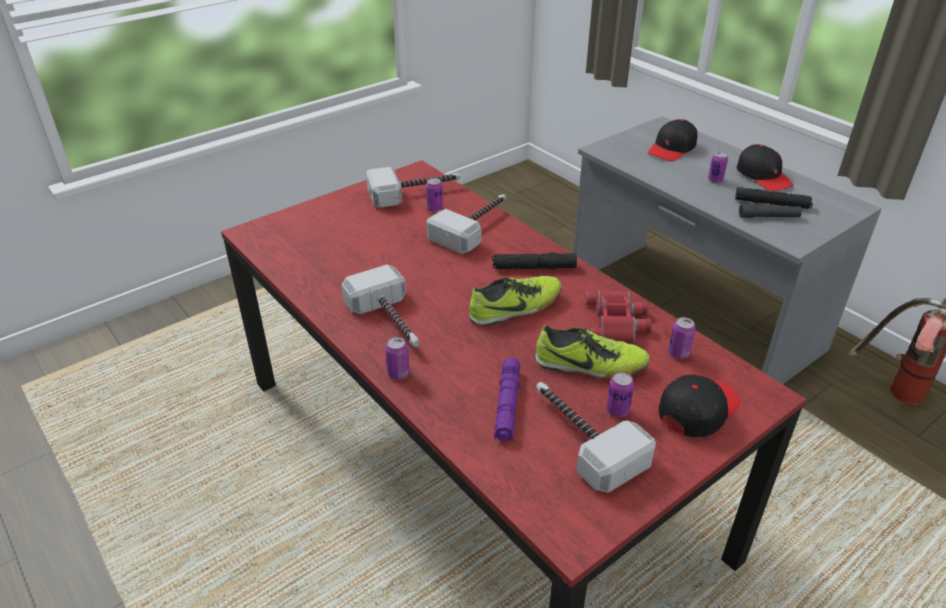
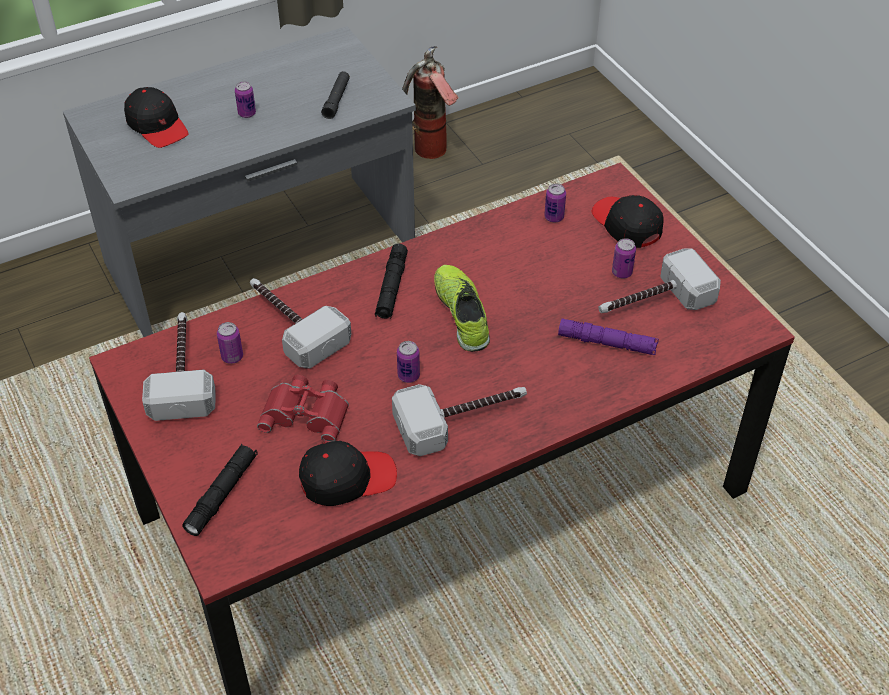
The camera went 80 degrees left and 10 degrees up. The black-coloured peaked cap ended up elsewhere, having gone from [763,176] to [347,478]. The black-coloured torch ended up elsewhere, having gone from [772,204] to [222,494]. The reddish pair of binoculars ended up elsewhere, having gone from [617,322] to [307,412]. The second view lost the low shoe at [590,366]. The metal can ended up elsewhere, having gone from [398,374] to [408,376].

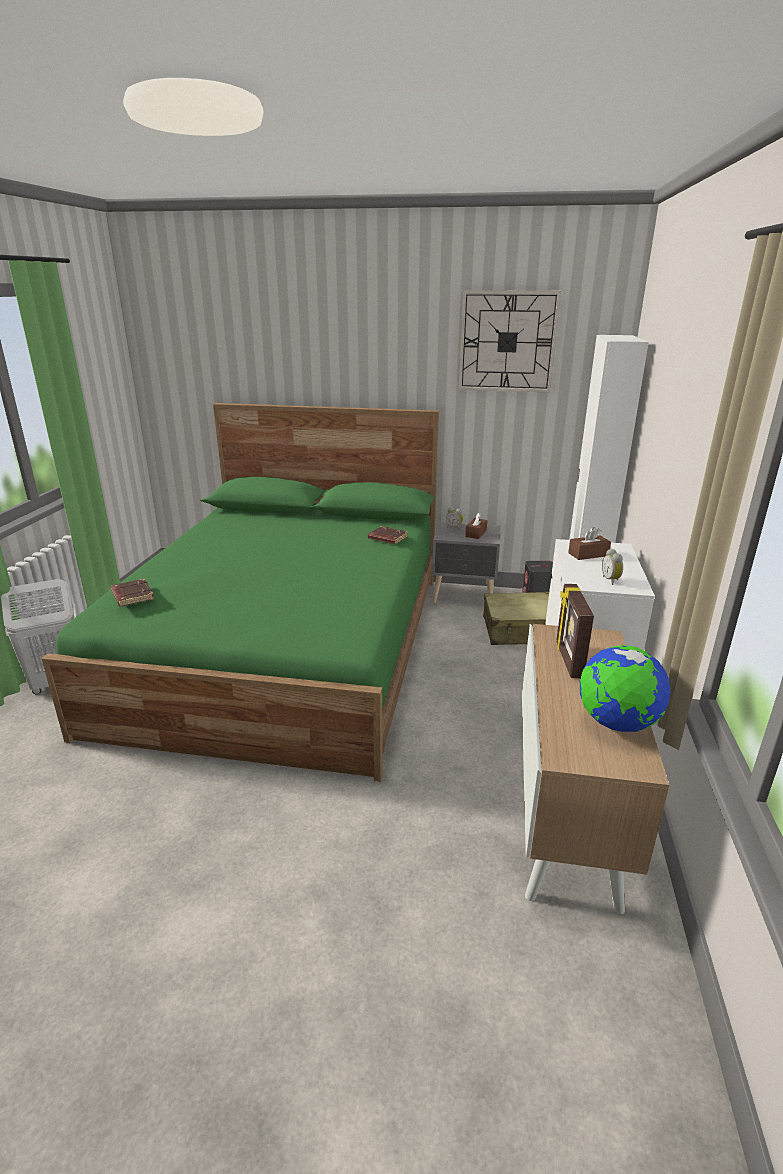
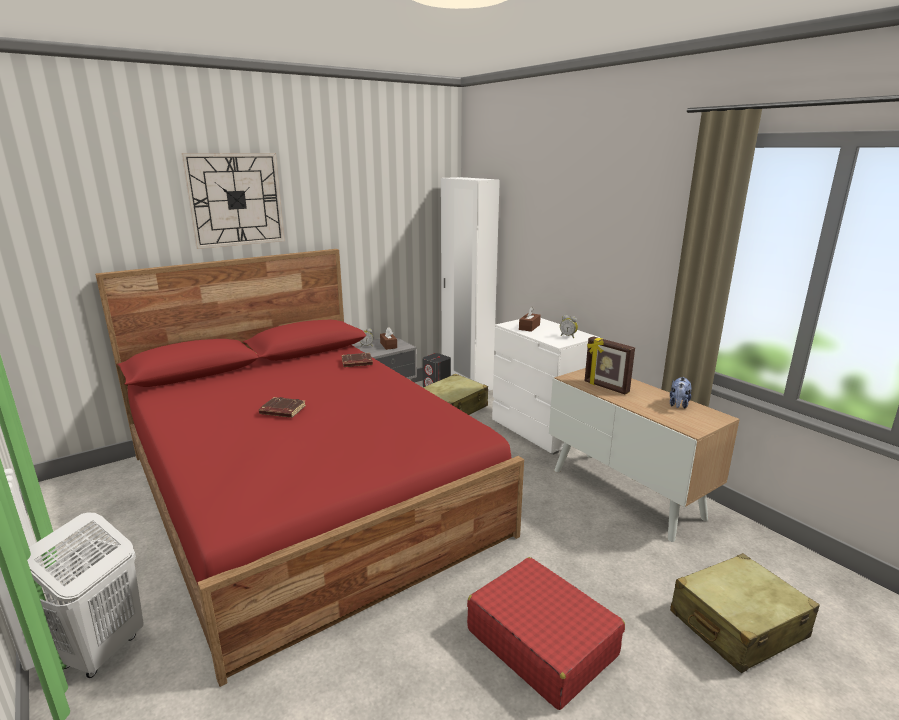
The camera went 45 degrees left and 5 degrees down. The hanging clock ended up elsewhere, having gone from [507,342] to [236,200]. What was the greenish bed at [289,645] turned into the reddish bed at [307,491]. The brown-coloured book ended up elsewhere, having gone from [132,596] to [282,411]. Where the globe stood at [616,723], the plush toy came to stand at [678,405]. The second view gained the beige travel case at [737,625]. The second view gained the reddish travel case at [541,642].

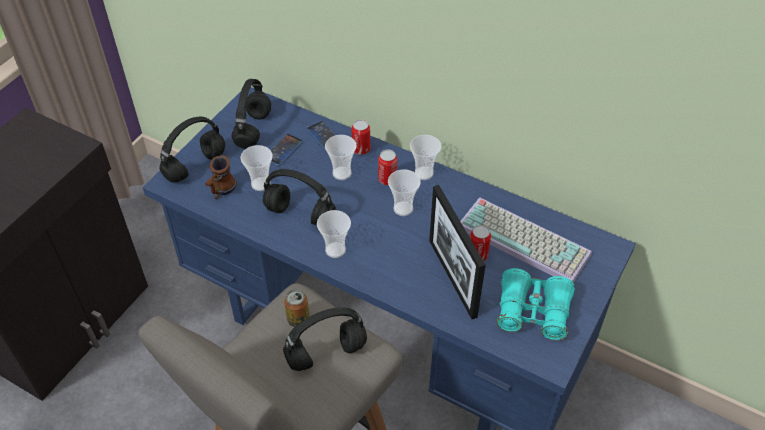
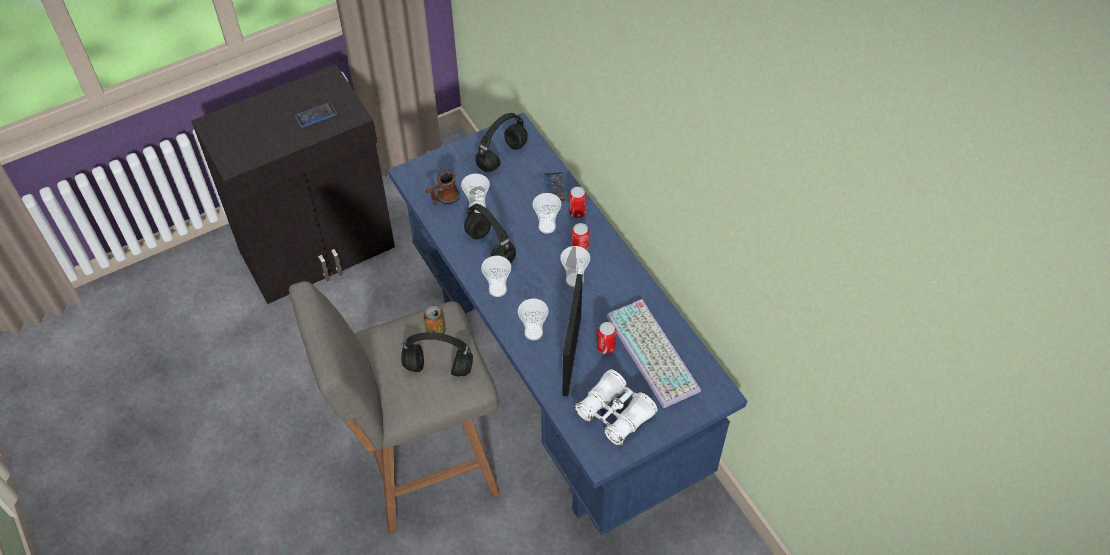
The camera went 30 degrees right and 5 degrees up. The second view lost the black-coloured headphones at [194,167]. The phone ended up elsewhere, having gone from [283,150] to [316,115]. The small cup ended up elsewhere, having gone from [424,173] to [533,332]. What was the turquoise pair of binoculars at [533,312] turned into the whitish pair of binoculars at [615,413].

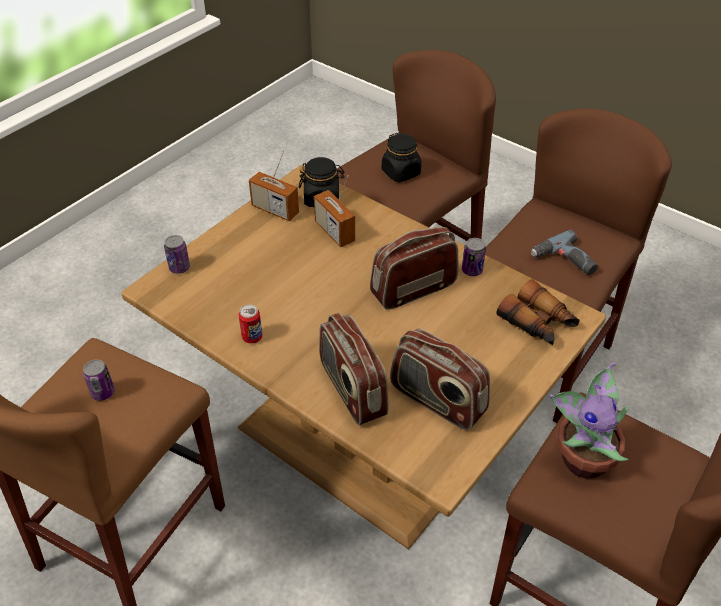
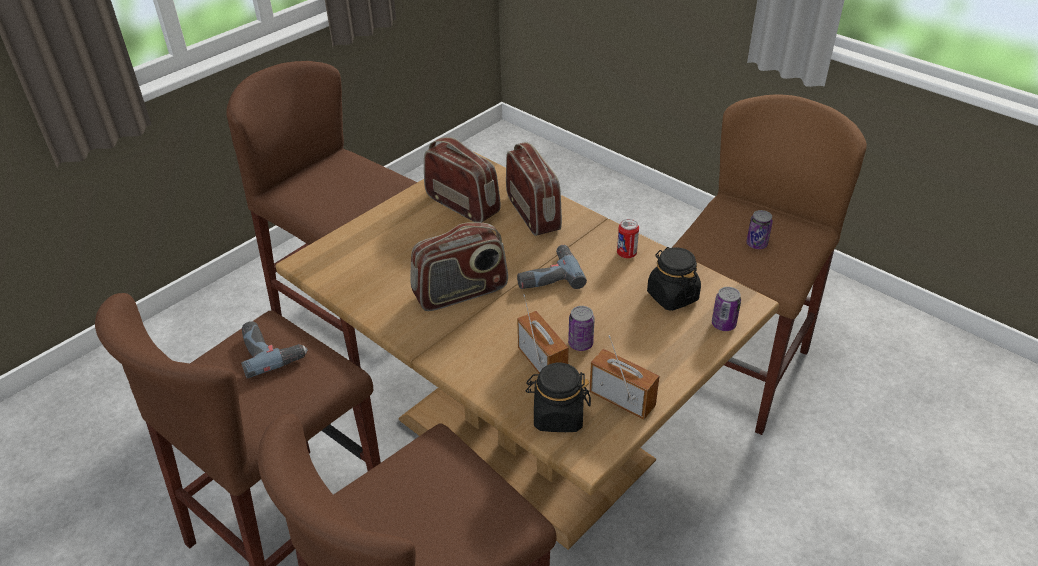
The camera went 175 degrees left and 5 degrees down. The black-coloured storage jar ended up elsewhere, having gone from [401,173] to [672,296]. The metal can ended up elsewhere, having gone from [472,270] to [580,344]. The second view lost the pair of binoculars at [538,323]. The second view lost the houseplant at [582,457]. The second view gained the drill at [547,275].

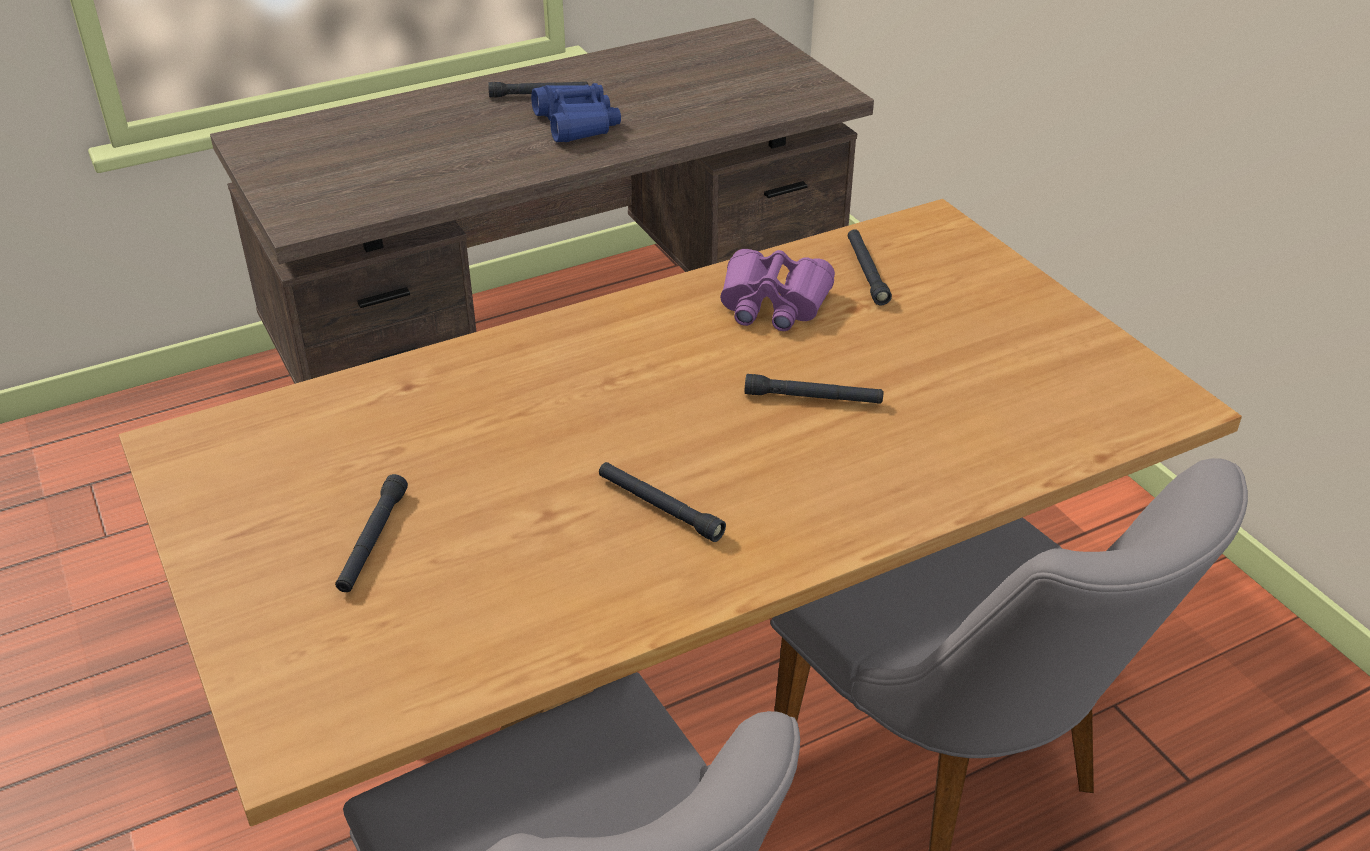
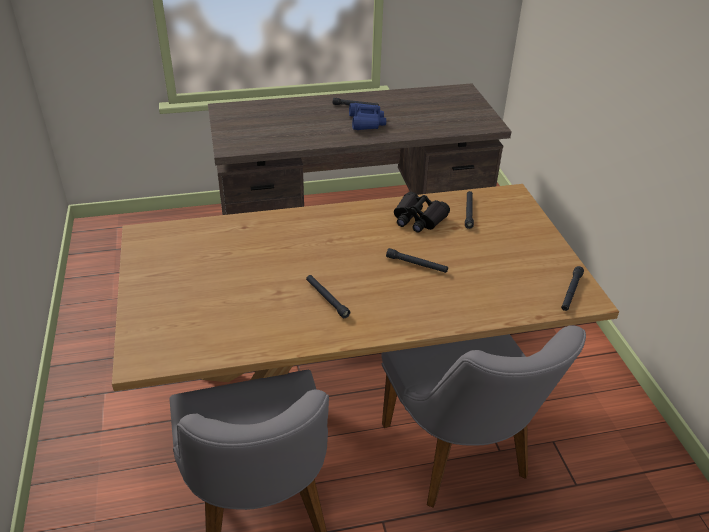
The camera went 15 degrees right and 0 degrees up. What was the purple pair of binoculars at [773,304] turned into the black-coloured pair of binoculars at [418,219]. The black-coloured torch ended up elsewhere, having gone from [372,541] to [571,292].

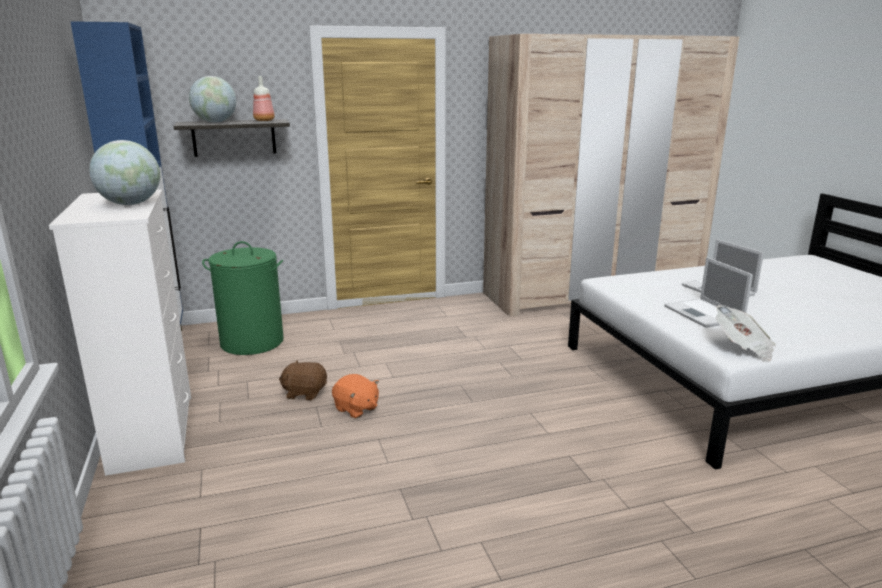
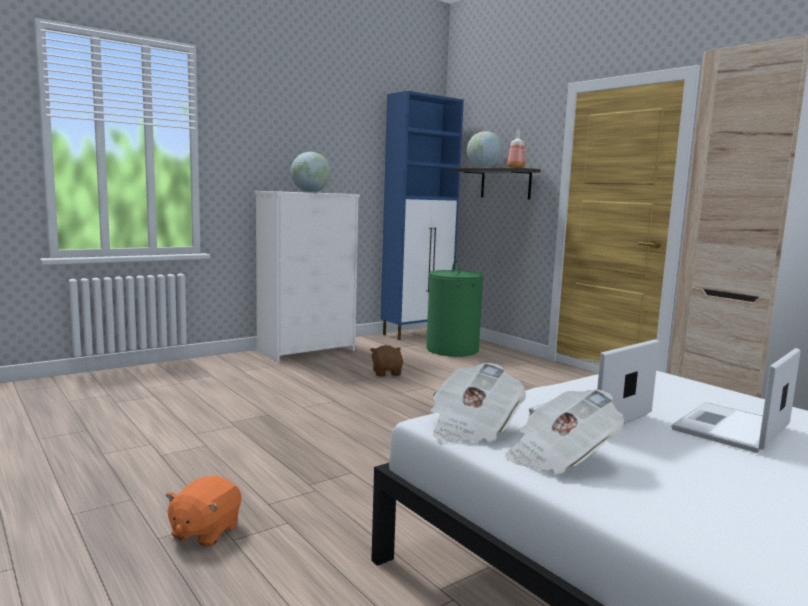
The camera went 70 degrees right and 10 degrees down. The orange plush toy ended up elsewhere, having gone from [356,409] to [204,532]. The second view gained the daily paper at [559,457].

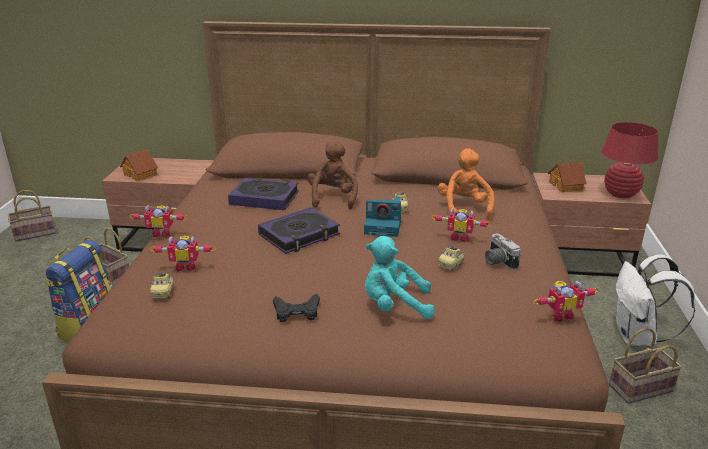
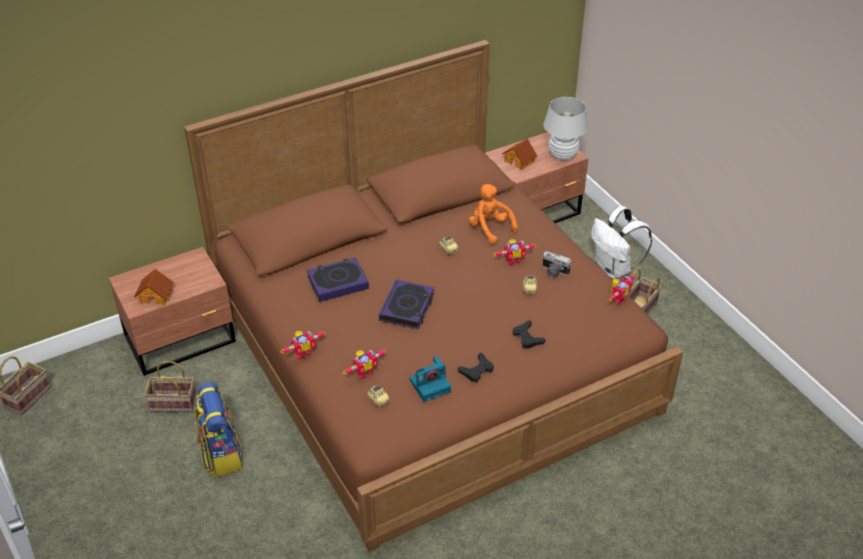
The camera went 35 degrees left and 15 degrees up. What was the reddish table lamp at [620,194] turned into the whitish table lamp at [563,155]. The second view lost the brown-coloured plush toy at [333,198]. The still camera ended up elsewhere, having gone from [384,227] to [430,385]. Where the turquoise plush toy stood at [394,306], the black-coloured game controller came to stand at [527,337].

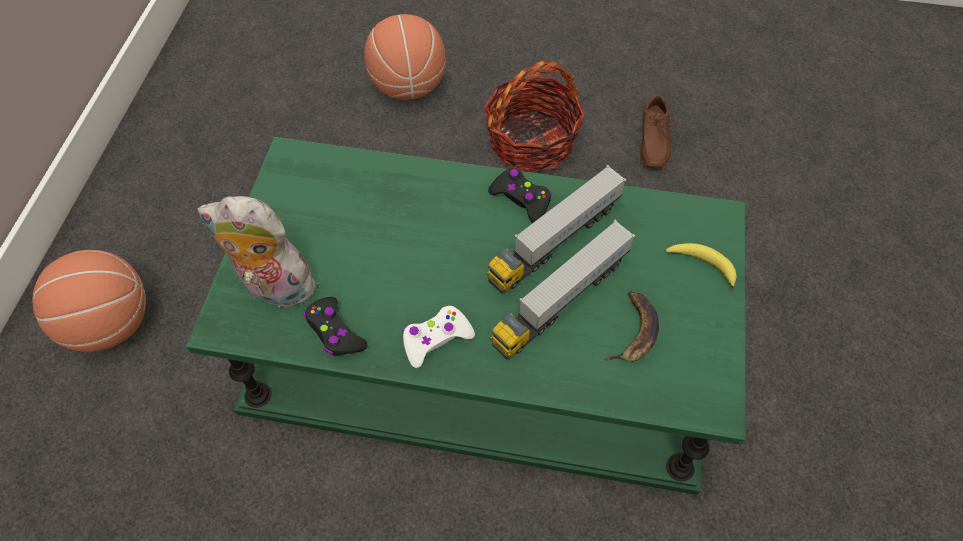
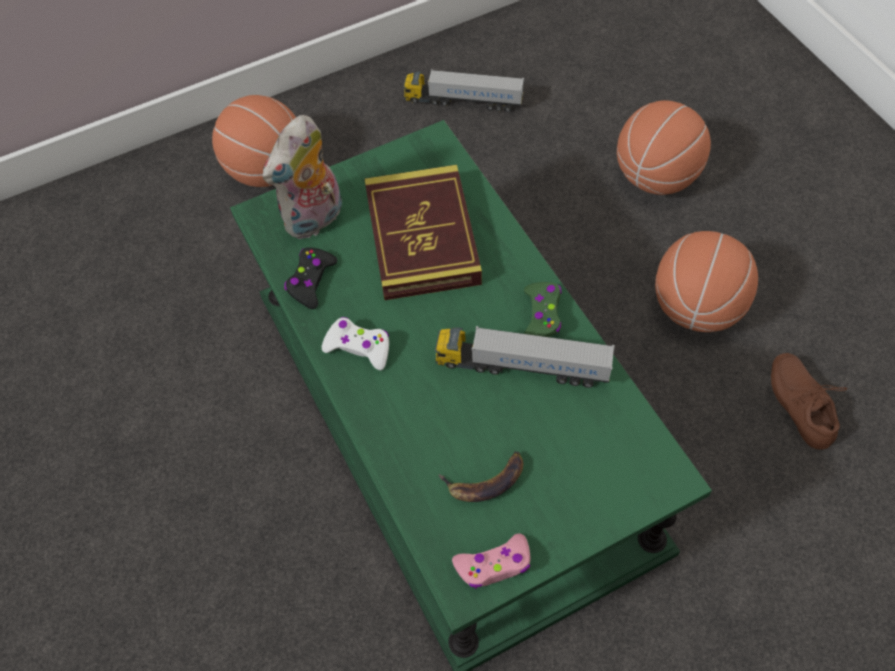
The camera went 55 degrees right and 0 degrees up. Where the basket stood at [531,141], the basketball came to stand at [697,308]. The brown-coloured low shoe at [650,141] ended up facing another way, 105 degrees clockwise from before. What was the black-coloured game controller at [521,199] turned into the greenish game controller at [542,315]. The plush toy at [274,289] ended up facing another way, 120 degrees counterclockwise from before. The toy lorry ended up elsewhere, having gone from [561,300] to [463,101]. The second view lost the whole banana at [702,265]. The second view gained the book at [422,237]. The second view gained the pinkish game controller at [494,565].

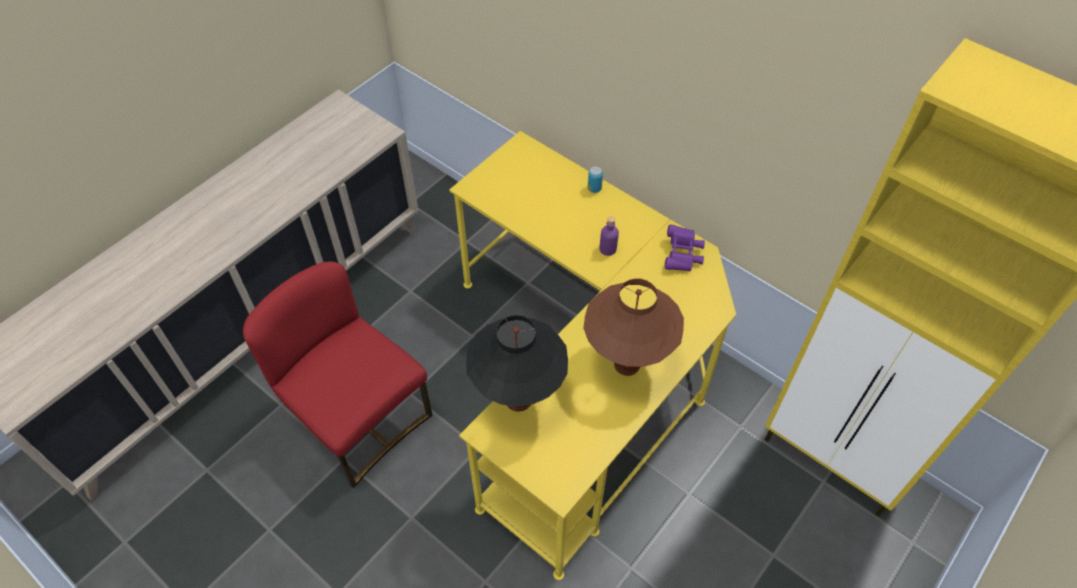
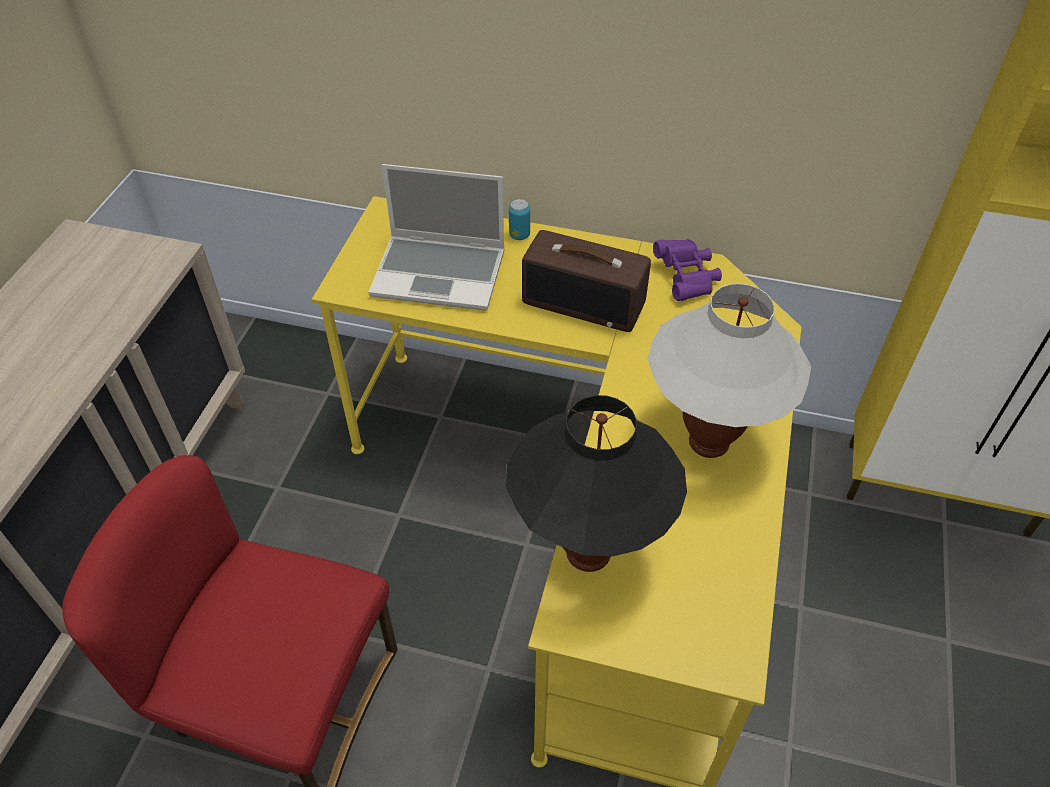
The camera went 25 degrees left and 5 degrees down. Where the purple bottle stood at [608,249], the radio set came to stand at [585,302]. What was the brown-coloured table lamp at [626,365] turned into the whitish table lamp at [708,444]. The second view gained the laptop at [441,273].

